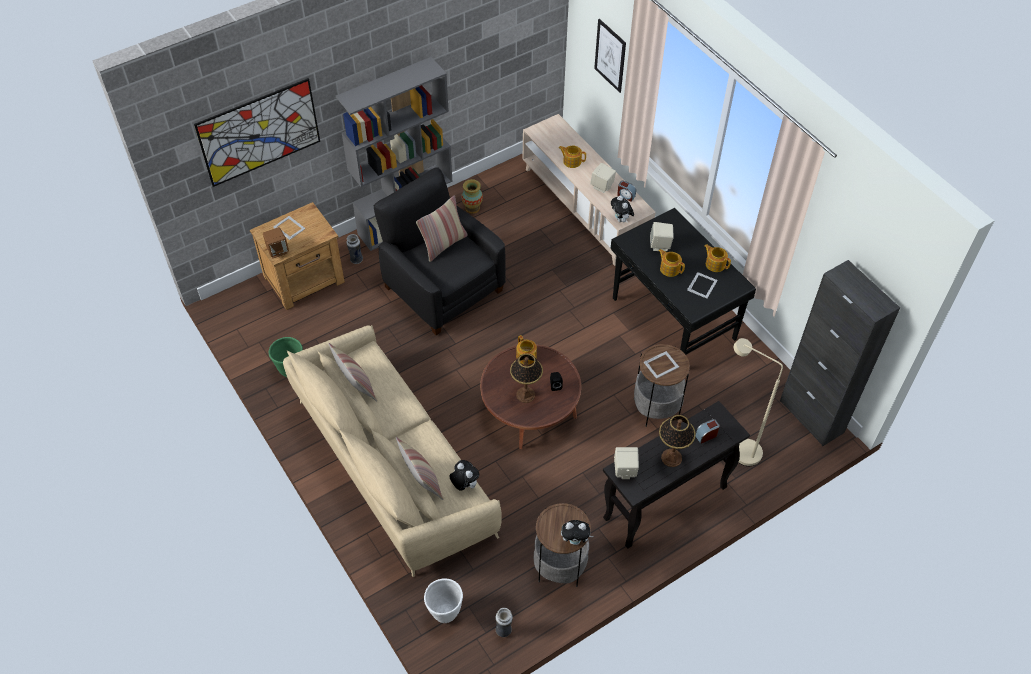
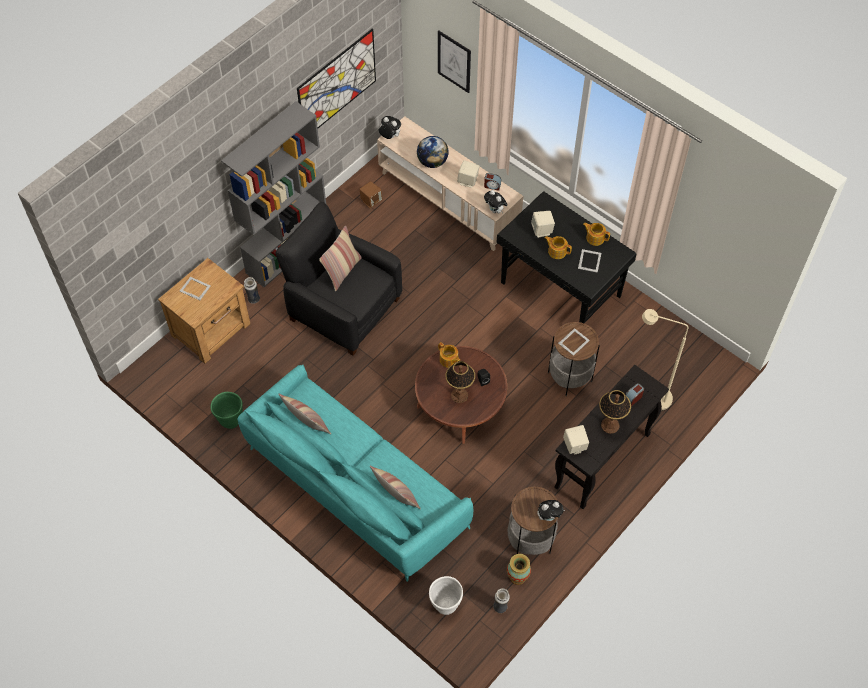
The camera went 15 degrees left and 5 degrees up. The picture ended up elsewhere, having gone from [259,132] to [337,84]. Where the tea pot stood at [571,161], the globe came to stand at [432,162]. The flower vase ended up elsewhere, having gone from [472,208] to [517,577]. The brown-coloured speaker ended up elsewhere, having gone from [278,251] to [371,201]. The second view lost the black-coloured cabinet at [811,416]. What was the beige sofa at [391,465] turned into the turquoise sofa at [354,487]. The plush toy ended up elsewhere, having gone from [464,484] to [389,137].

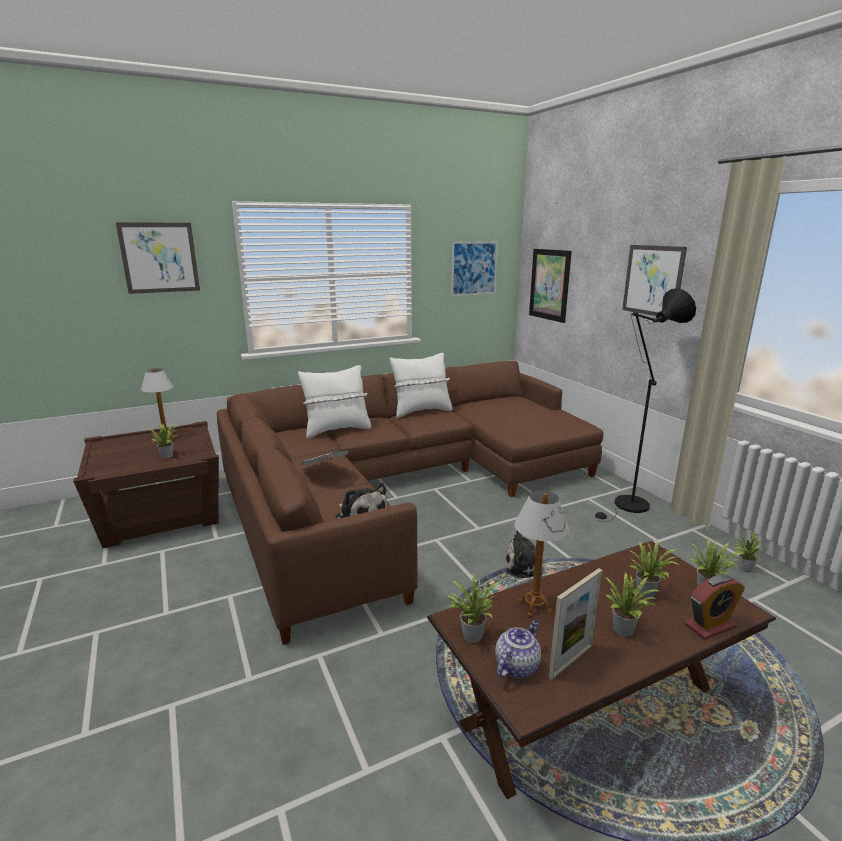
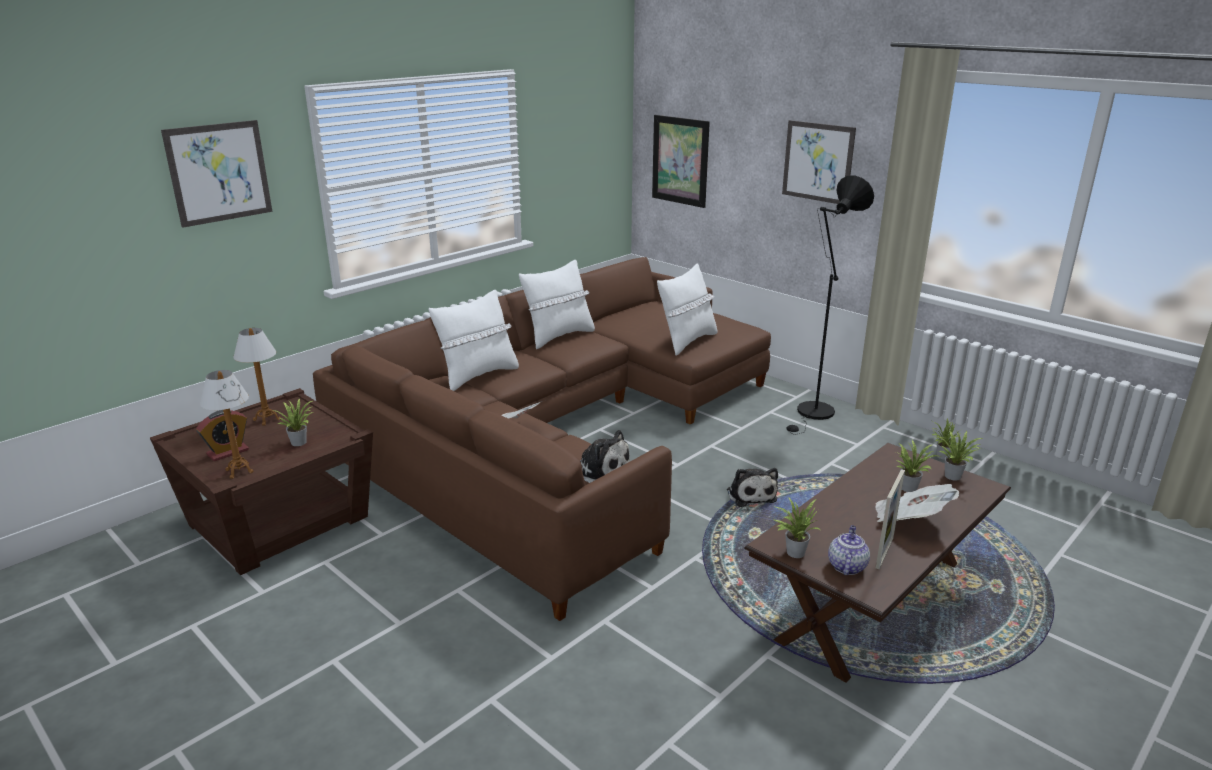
The camera went 20 degrees left and 5 degrees up. The second view lost the picture at [474,268]. The table lamp ended up elsewhere, having gone from [534,607] to [239,471]. The plush toy at [526,567] ended up facing another way, 90 degrees counterclockwise from before. Where the houseplant stood at [625,629], the daily paper came to stand at [910,520]. The bedside clock ended up elsewhere, having gone from [710,626] to [228,452]. The second view gained the whitish cushion at [686,341].

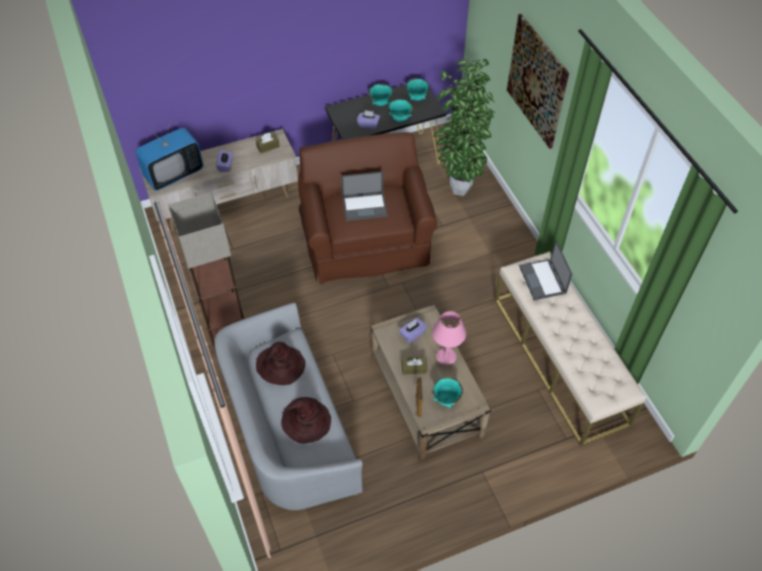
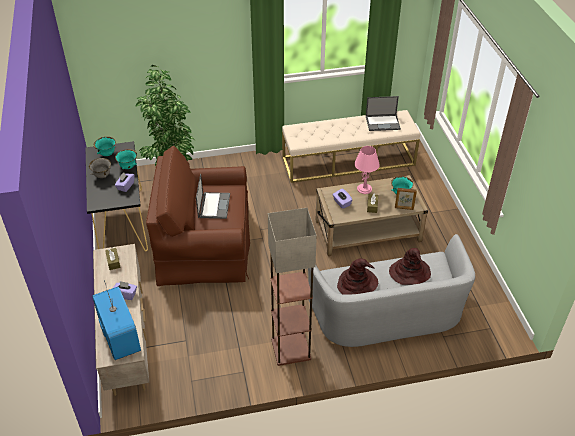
The camera went 80 degrees left and 10 degrees down. The second view lost the picture at [537,81]. What was the turquoise deep dish at [380,103] turned into the gray deep dish at [102,176]. The laptop ended up elsewhere, having gone from [543,280] to [383,122].

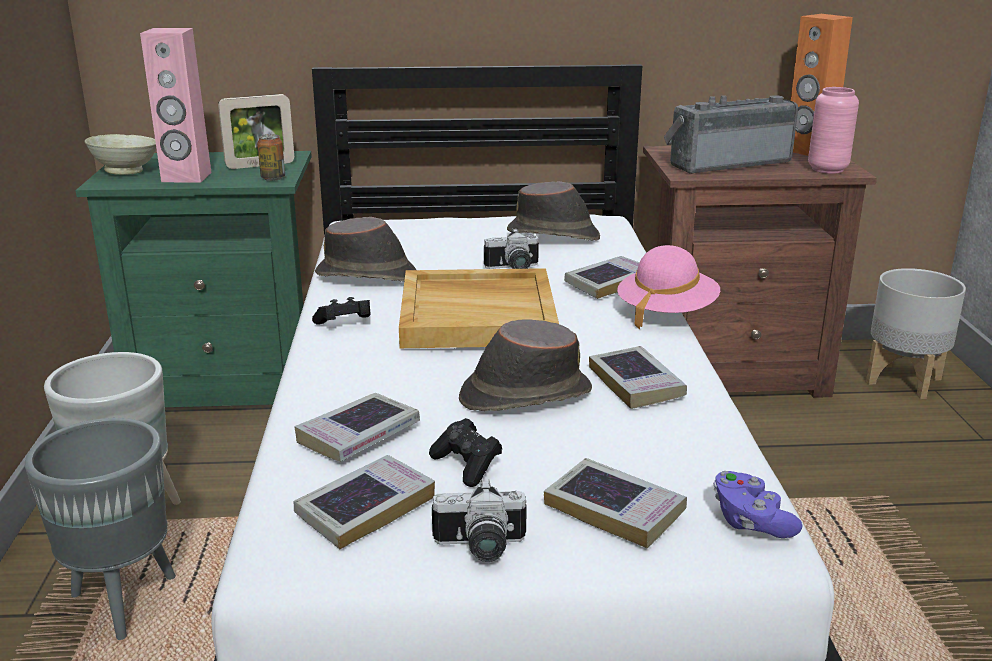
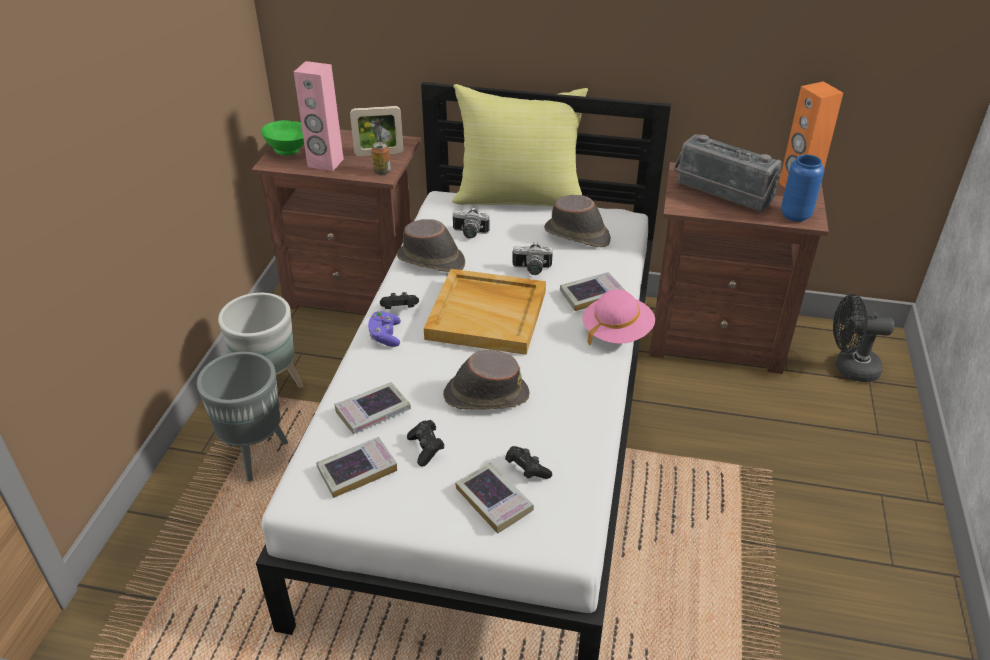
The camera went 15 degrees right and 15 degrees up. What was the pinkish flower vase at [827,169] turned into the blue-coloured flower vase at [795,215]. The radio set at [727,163] ended up facing another way, 135 degrees counterclockwise from before. What was the beige deep dish at [127,172] turned into the greenish deep dish at [289,150]. What was the greenish nightstand at [230,385] turned into the brown-coloured nightstand at [357,291]. Where the gray planter stood at [904,381], the black-coloured electric fan came to stand at [849,368]. The second view lost the book at [636,384]. The purple game controller ended up elsewhere, having gone from [750,521] to [385,336]. The still camera ended up elsewhere, having gone from [480,548] to [469,233]. The second view gained the yellowish cushion at [519,197]. The second view gained the black-coloured game controller at [526,470].

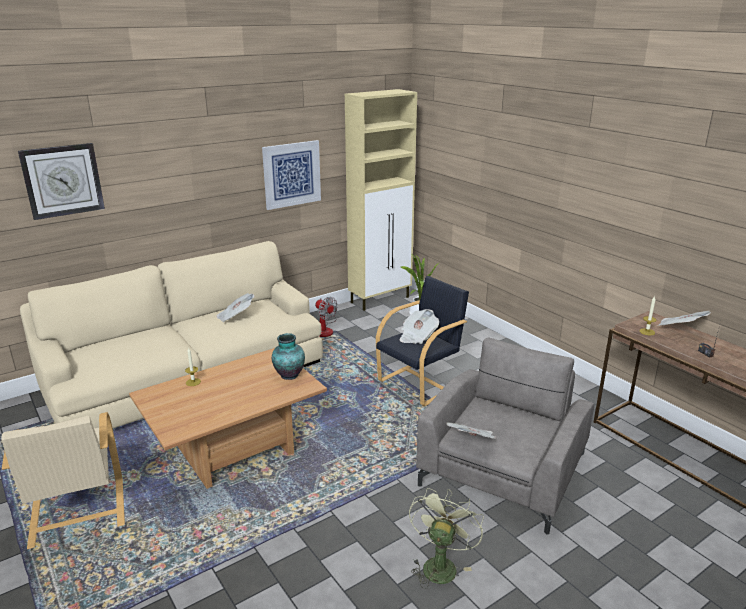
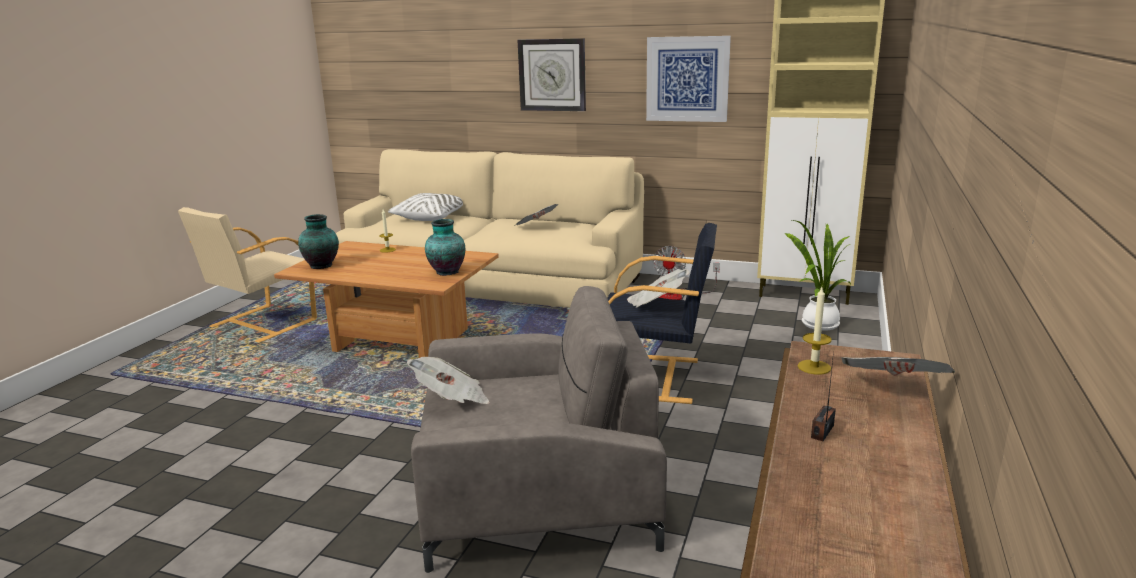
The camera went 55 degrees right and 5 degrees down. The hanging clock ended up elsewhere, having gone from [62,180] to [552,75]. The second view lost the greenish electric fan at [440,564]. The second view gained the whitish cushion at [430,217]. The second view gained the flower vase at [322,265].

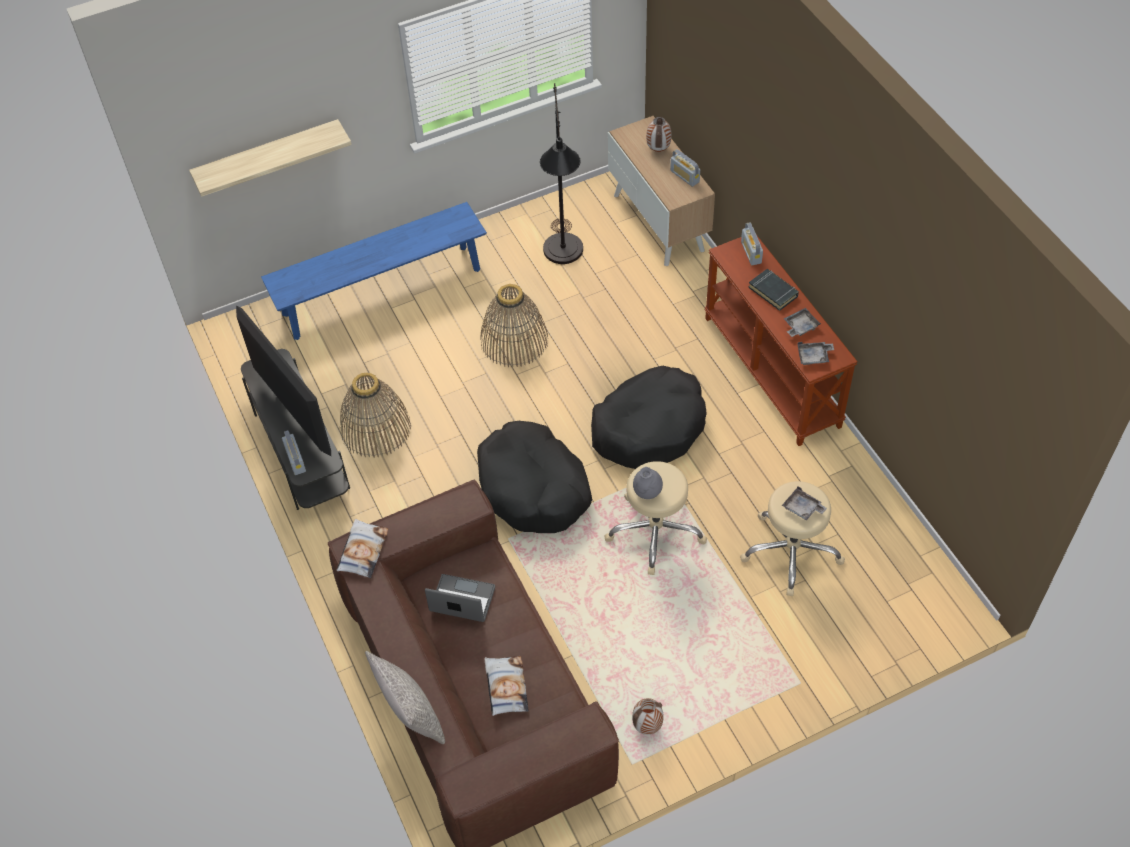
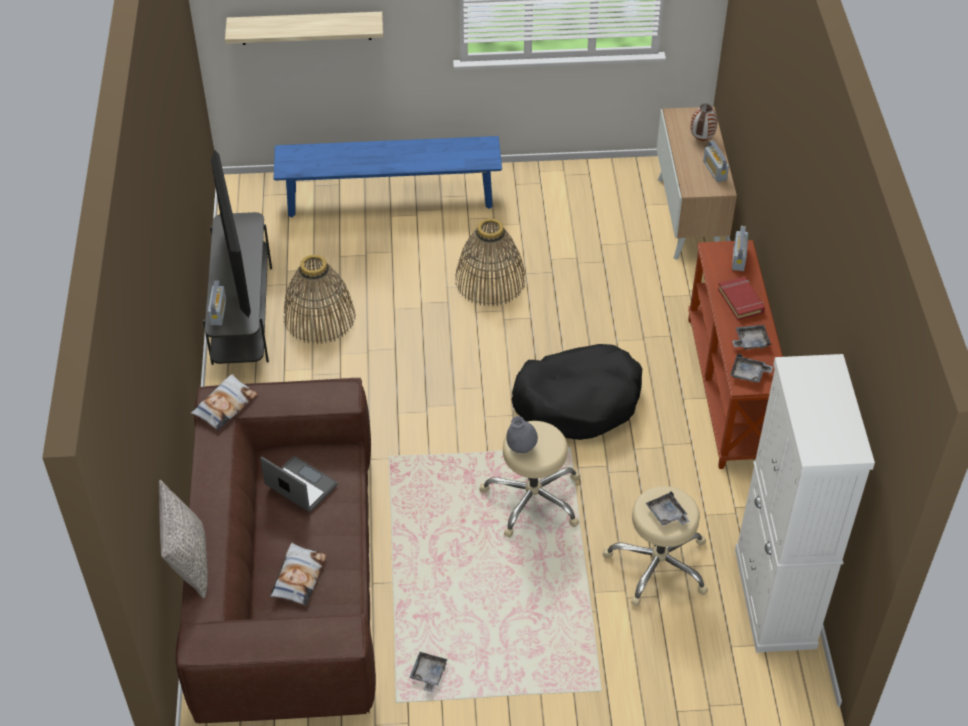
The camera went 20 degrees right and 5 degrees down. The second view lost the black-coloured standing lamp at [563,258]. What was the black-coloured book at [773,292] turned into the reddish book at [741,301]. The second view lost the black-coloured pet bed at [533,488]. Where the flower vase stood at [647,727], the gray tray came to stand at [428,674]. The second view gained the whitish cabinet at [775,598].

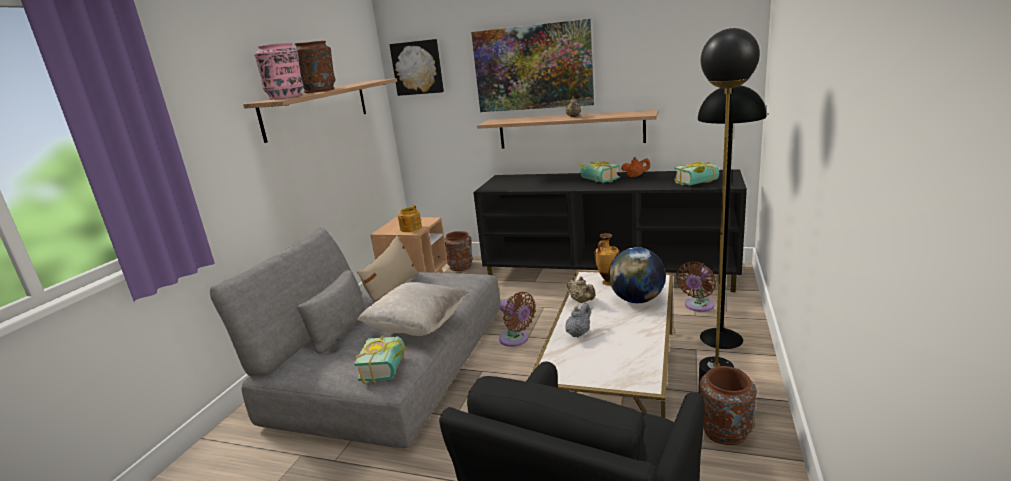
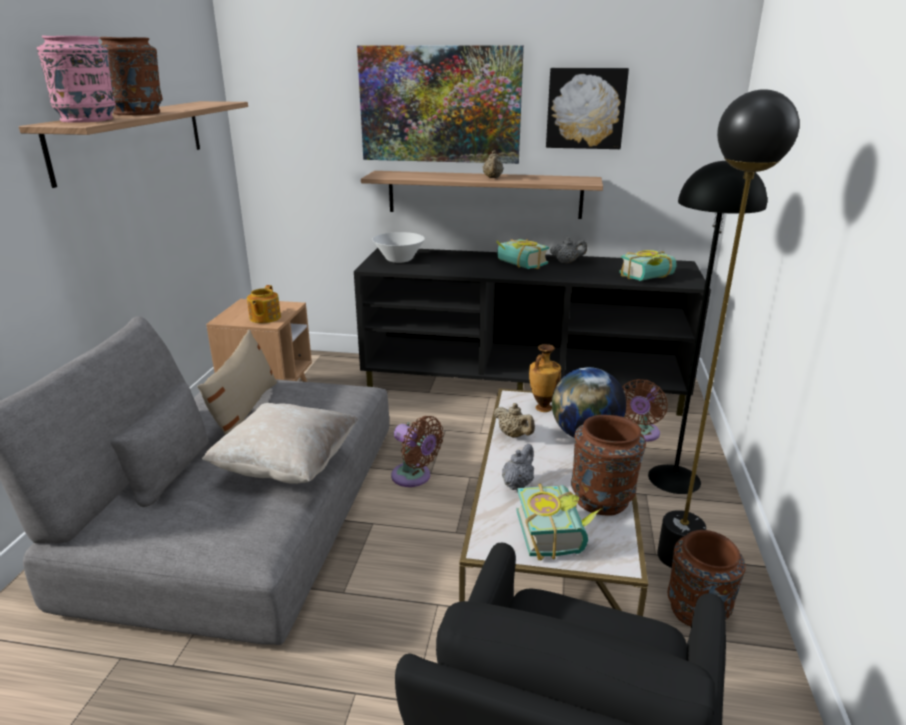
The camera went 10 degrees left and 5 degrees up. The picture ended up elsewhere, having gone from [418,67] to [585,108]. What was the orange tea pot at [635,176] turned into the gray tea pot at [567,262]. The brown-coloured flower vase ended up elsewhere, having gone from [461,266] to [603,499]. The book ended up elsewhere, having gone from [389,369] to [557,534]. The second view gained the whitish deep dish at [399,260].

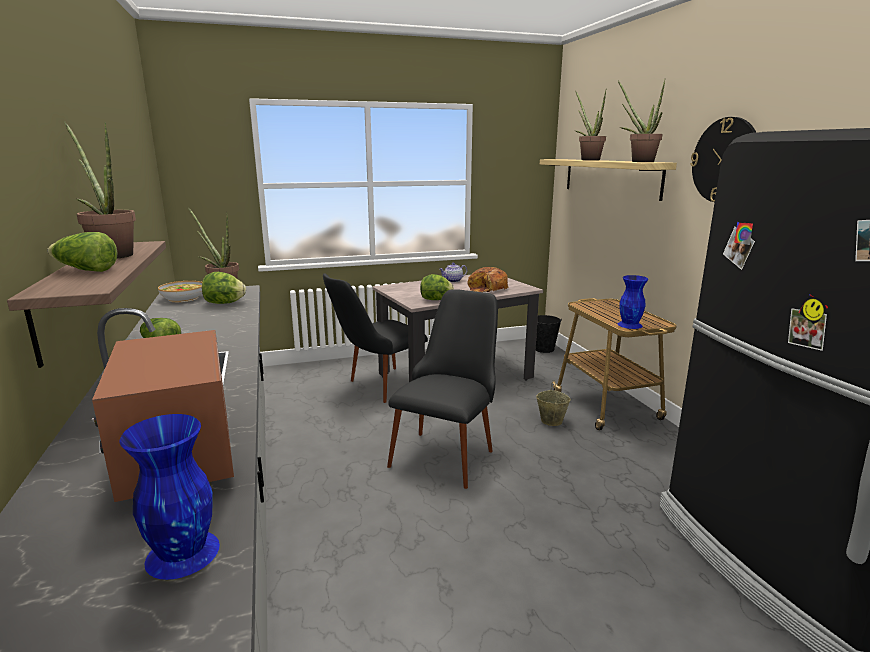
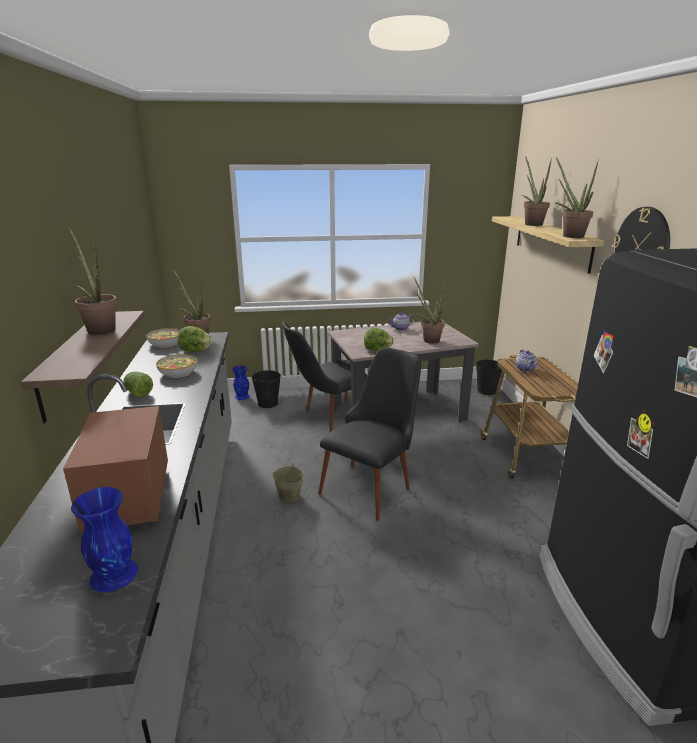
The camera went 10 degrees right and 5 degrees up. The second view lost the head of lettuce at [85,270]. Where the bakery bread stood at [488,288], the houseplant came to stand at [428,339]. The blue-coloured flower vase ended up elsewhere, having gone from [630,325] to [242,396]. The beige water bucket ended up elsewhere, having gone from [551,421] to [289,496]. The second view gained the tea pot at [525,369]. The second view gained the deep dish at [178,372]. The second view gained the black-coloured water bucket at [268,403].

